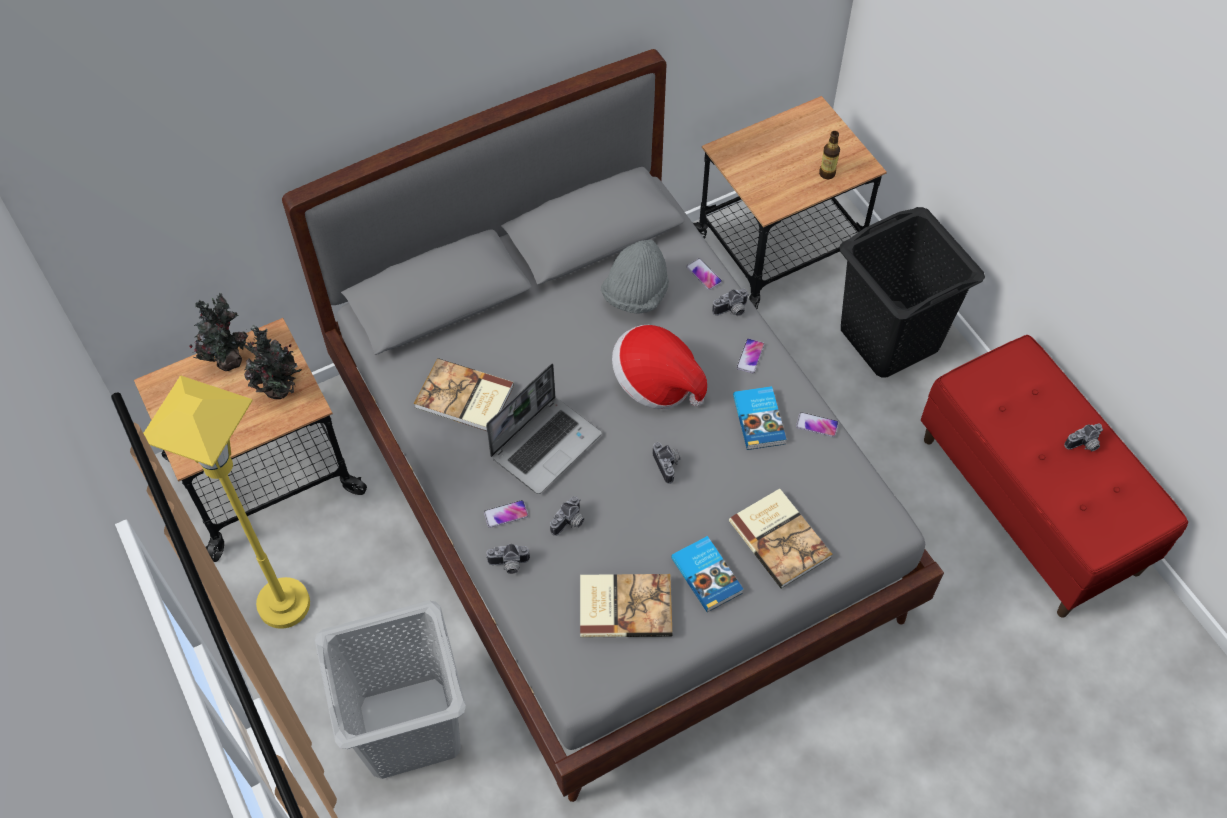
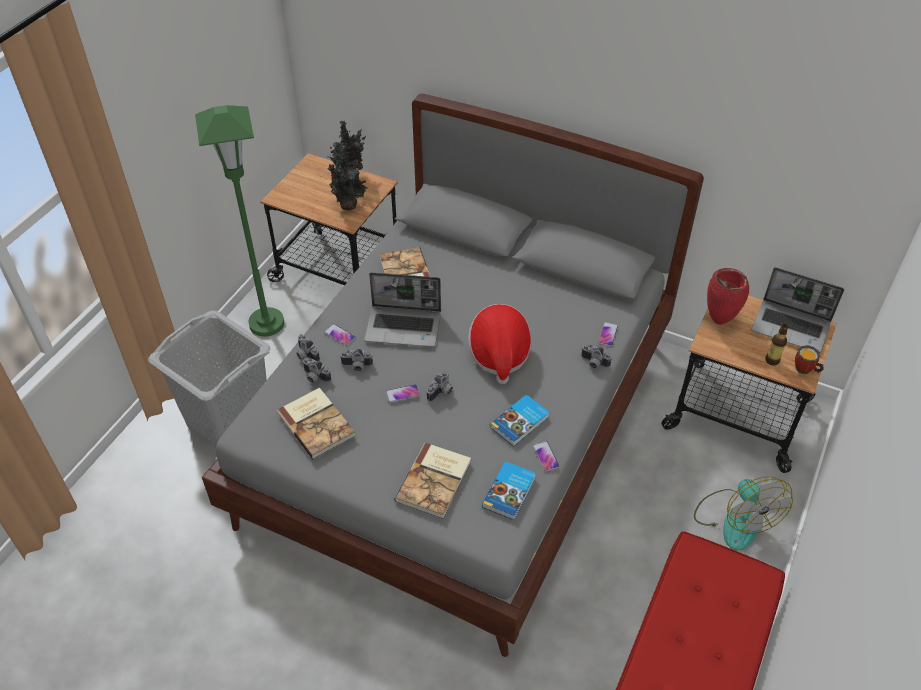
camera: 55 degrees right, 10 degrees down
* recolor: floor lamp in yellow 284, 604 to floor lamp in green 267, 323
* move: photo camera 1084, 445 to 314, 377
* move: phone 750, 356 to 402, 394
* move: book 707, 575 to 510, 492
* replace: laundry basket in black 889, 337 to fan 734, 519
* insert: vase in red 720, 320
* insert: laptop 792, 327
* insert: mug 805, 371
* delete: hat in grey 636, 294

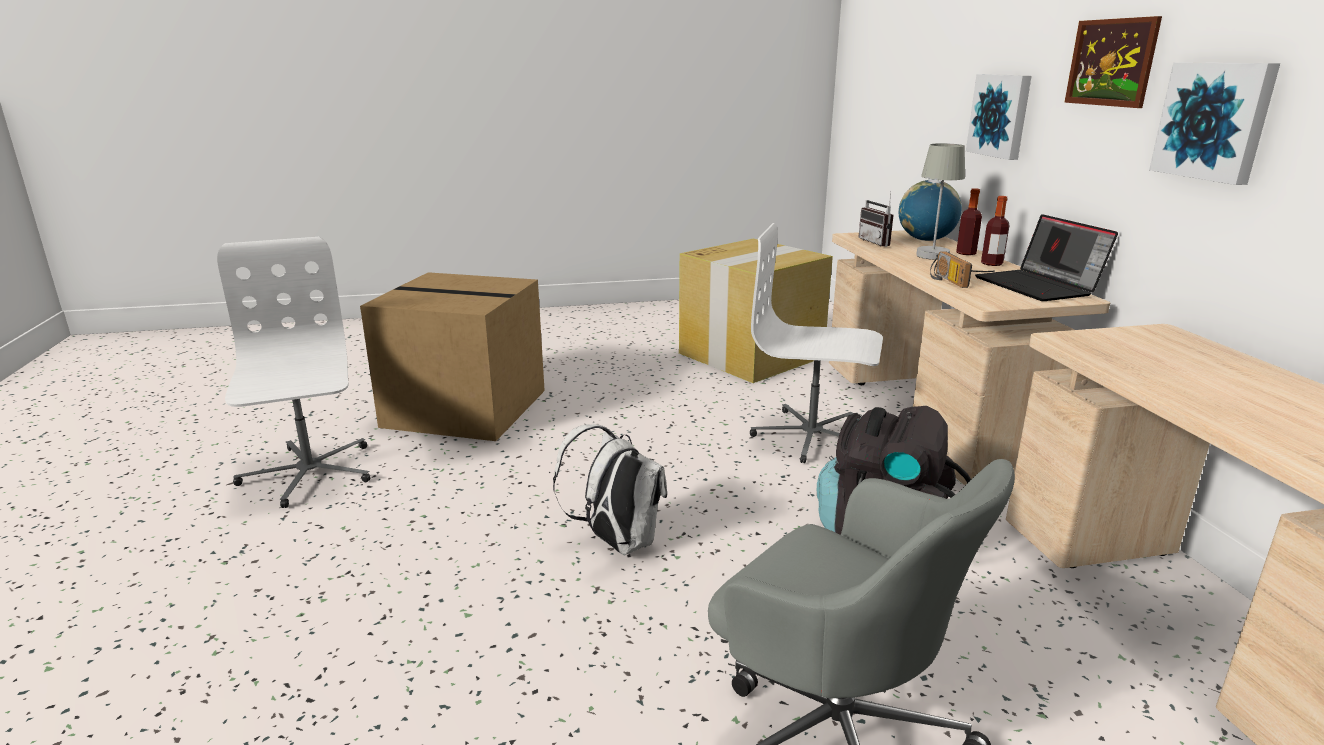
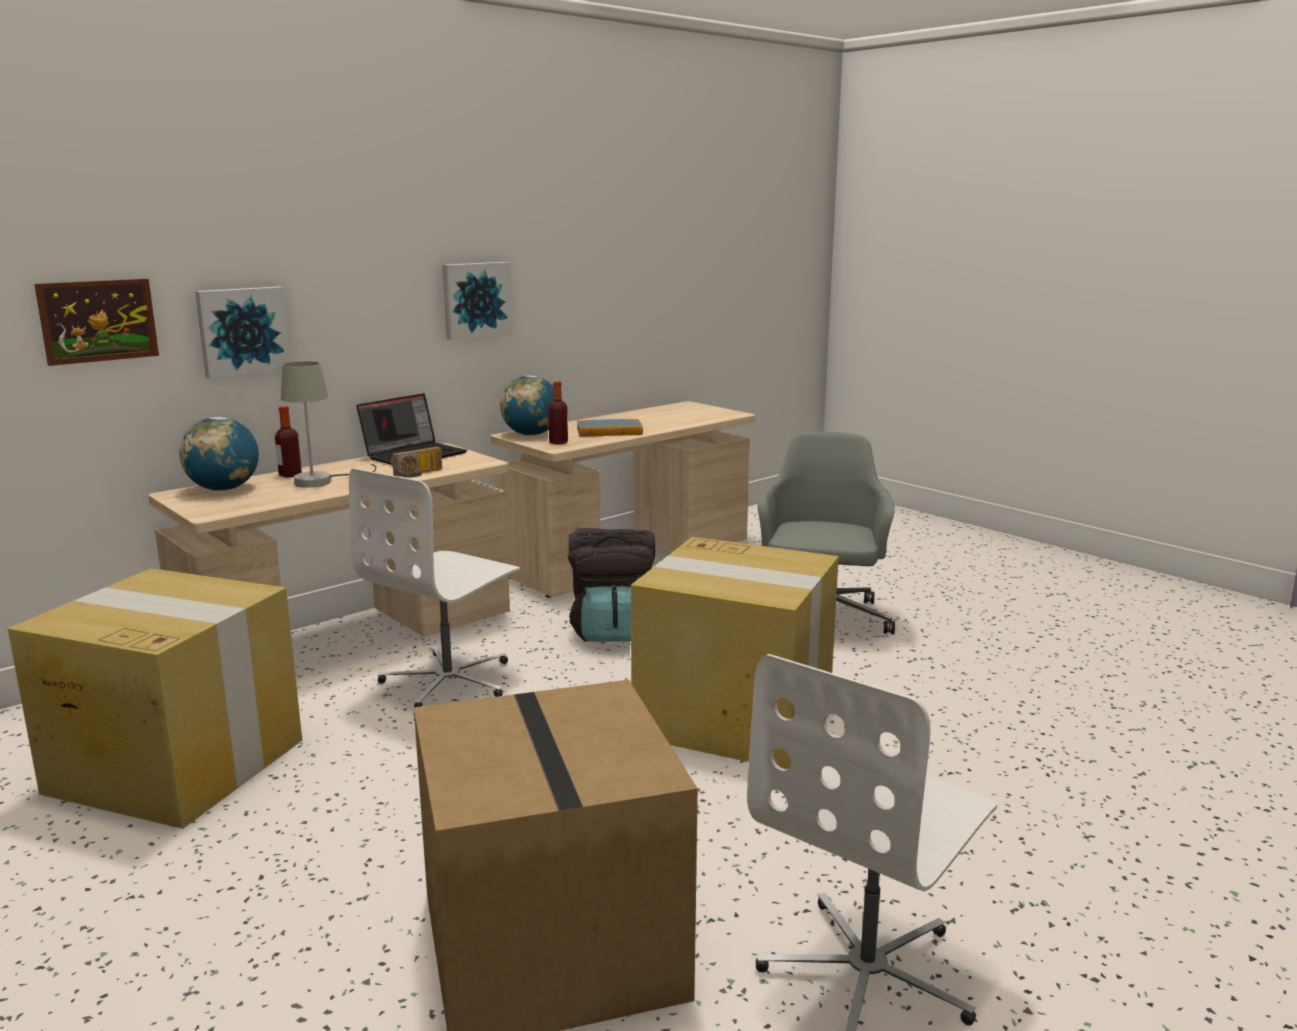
camera: 120 degrees left, 5 degrees down
* move: picture 1111, 62 to 98, 321
* rotate: office chair in white 811, 436 = 449, 681 45 degrees clockwise
* insert: globe 531, 434
* move: bottle 991, 263 to 558, 442
* insert: book 609, 431
* replace: backpack in white 616, 542 to cardboard box 737, 717
* delete: radio 878, 242

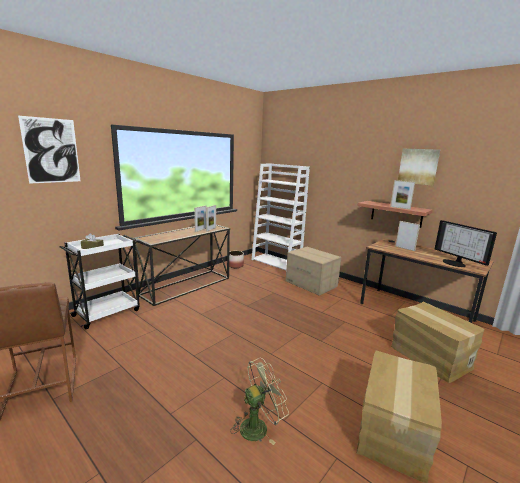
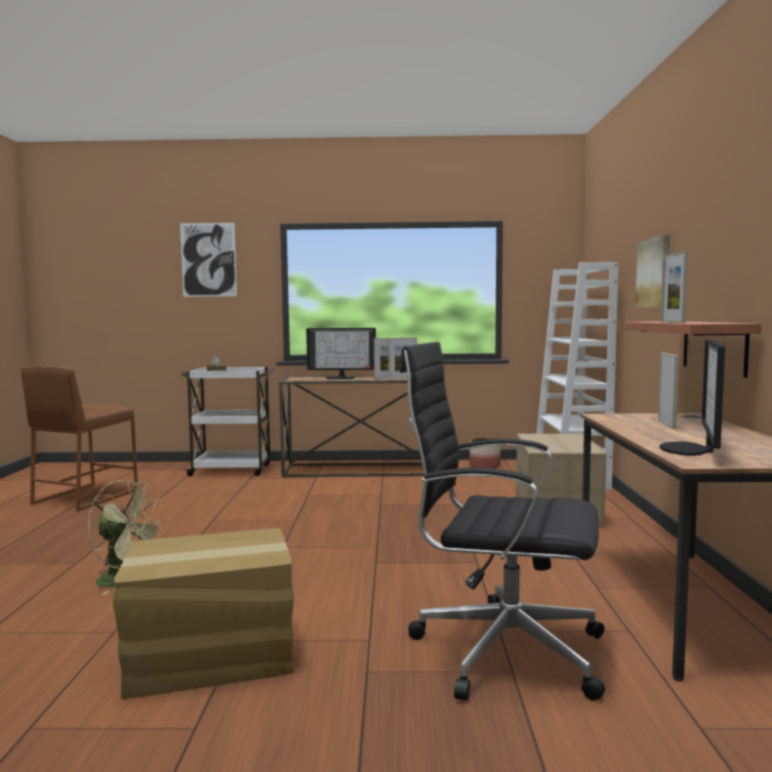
camera: 50 degrees right, 10 degrees down
* insert: monitor 341, 378
* replace: cardboard box 430, 357 to office chair in black 502, 650
* move: picture 418, 166 to 655, 273

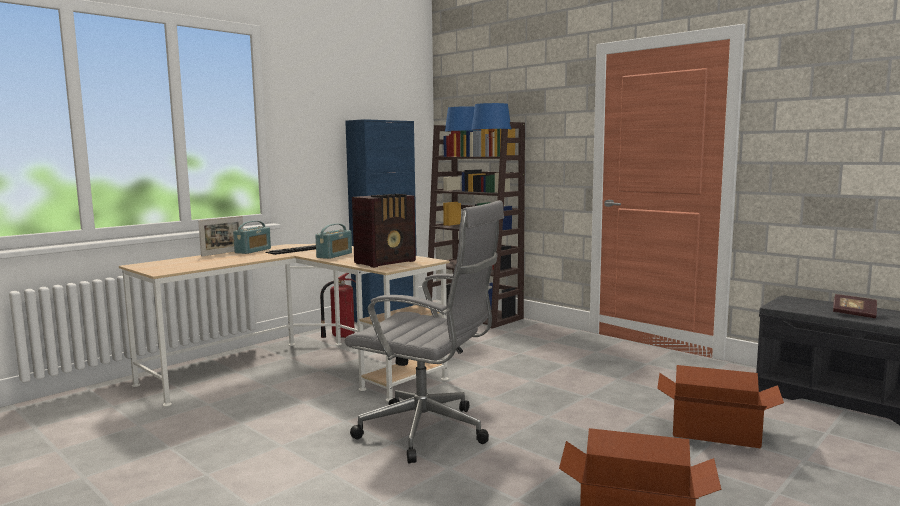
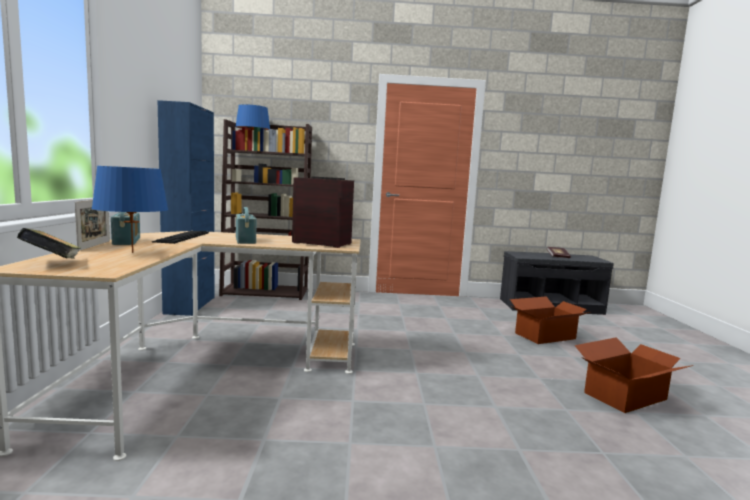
camera: 45 degrees left, 0 degrees up
* insert: book 53, 264
* move: table lamp in blue 491, 156 to 132, 252
* rotate: radio 387, 262 = 321, 243 75 degrees counterclockwise
* delete: fire extinguisher 341, 336
* delete: office chair in grey 429, 432

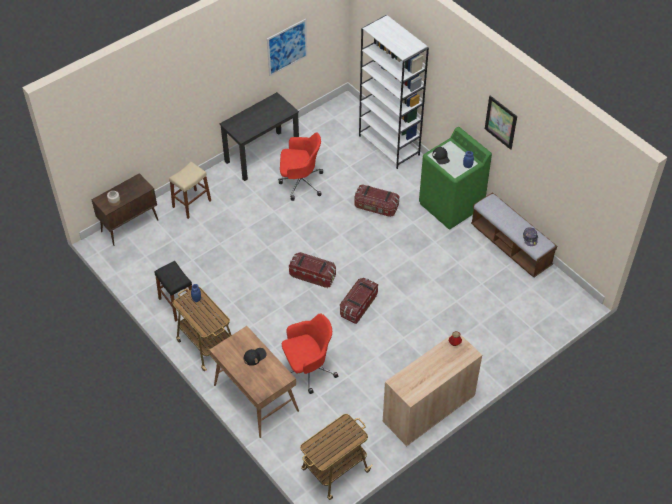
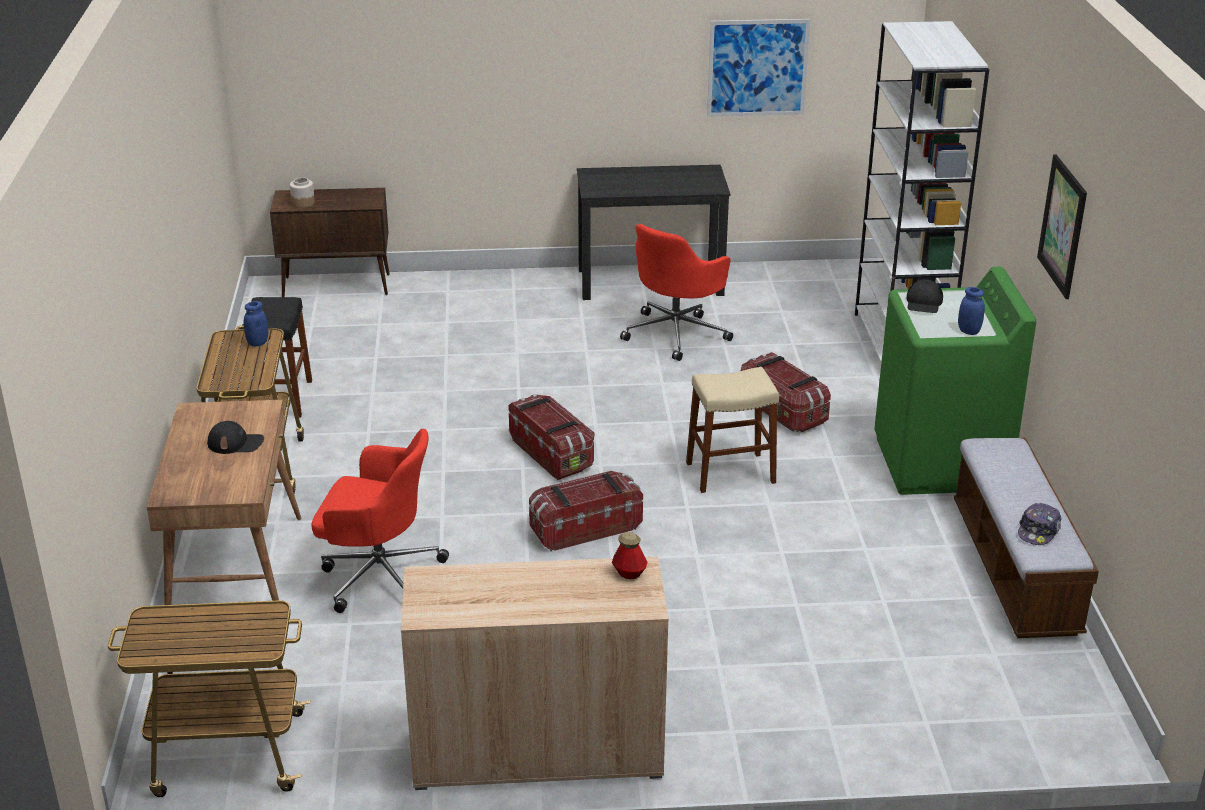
camera: 35 degrees right, 20 degrees down
* rotate: office chair in red 300, 182 = 676, 333 90 degrees clockwise
* move: stool in beige 191, 204 to 730, 473

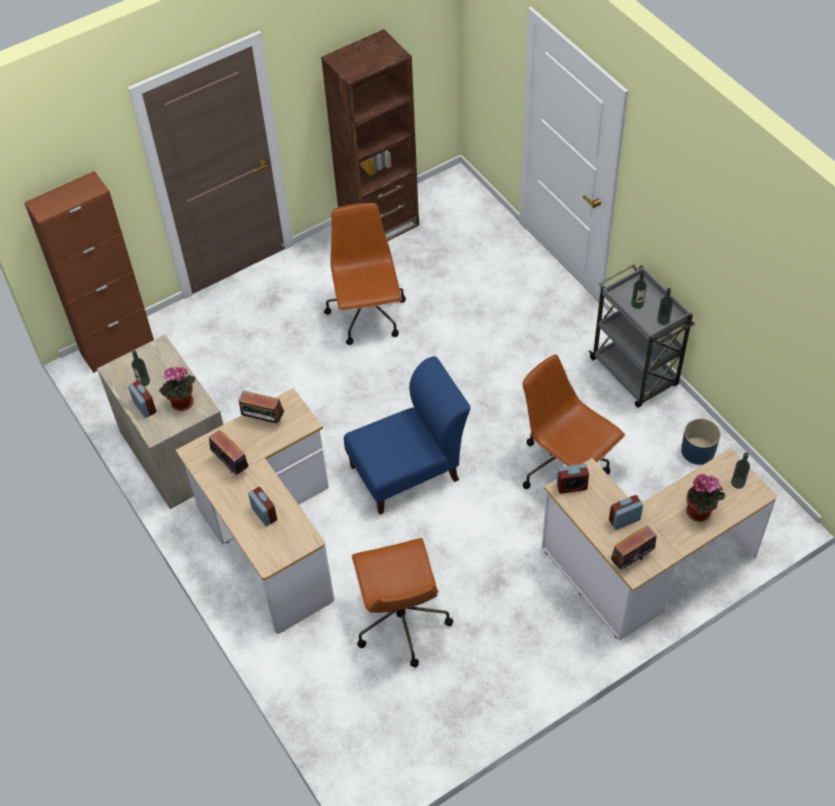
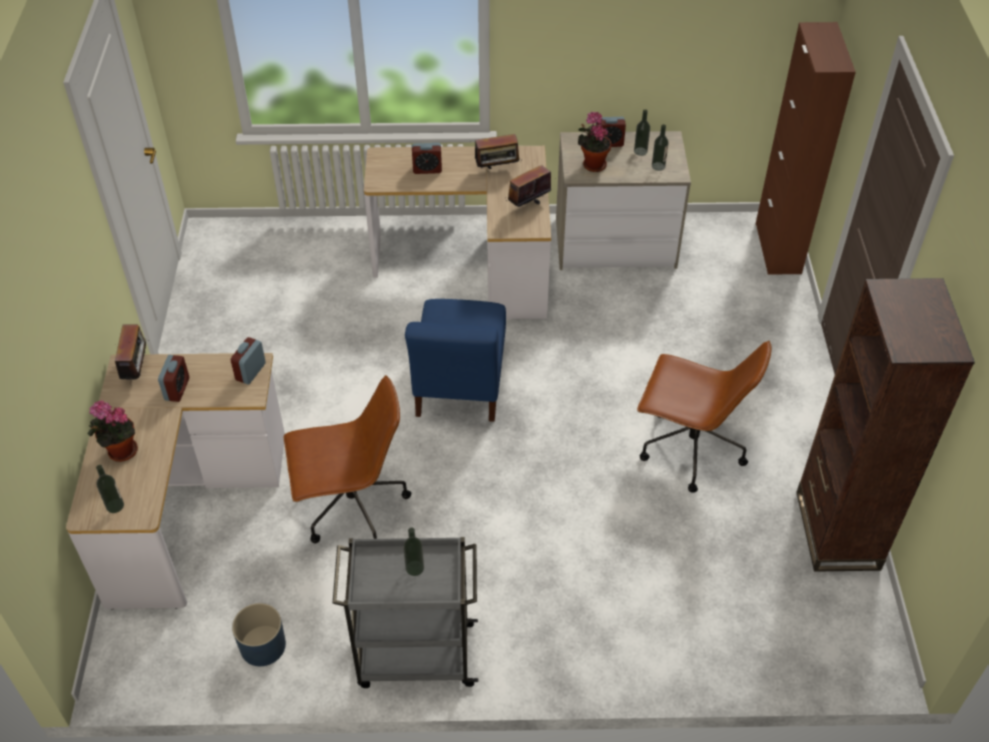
camera: 120 degrees right, 5 degrees down
* move: bottle 663, 320 to 658, 166
* delete: office chair in brown 401, 621

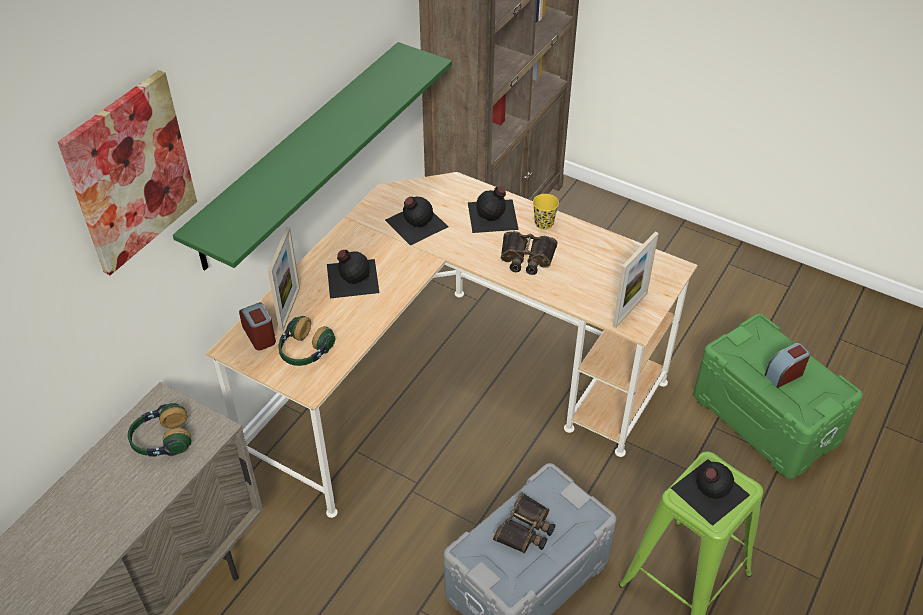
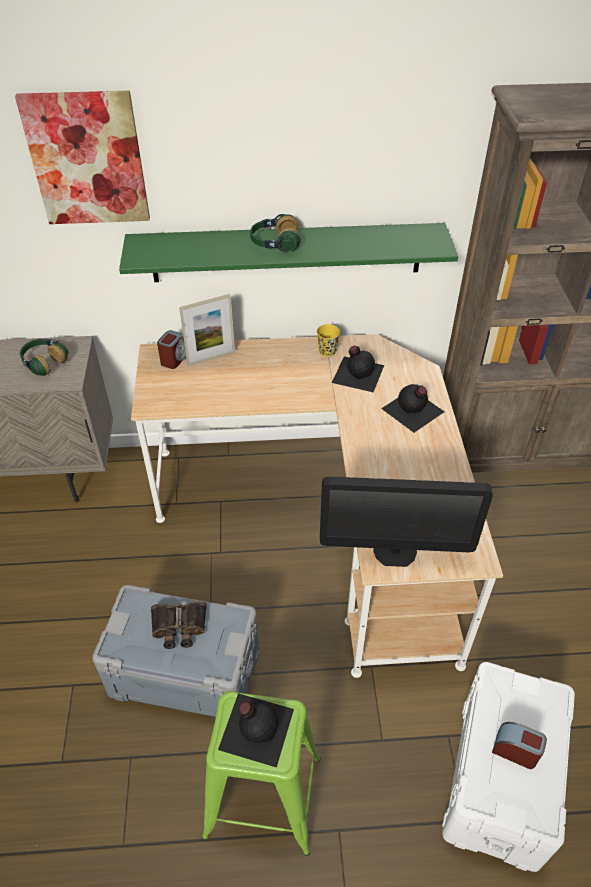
camera: 55 degrees right, 0 degrees up
* move: headphones 305, 351 to 275, 244
* move: cup in yellow 544, 223 to 327, 351
* replace: picture frame 630, 309 to monitor 394, 551
* recolor: storage box in green 764, 419 to storage box in white 498, 778
* delete: bottle in black 351, 277
* delete: binoculars 526, 258

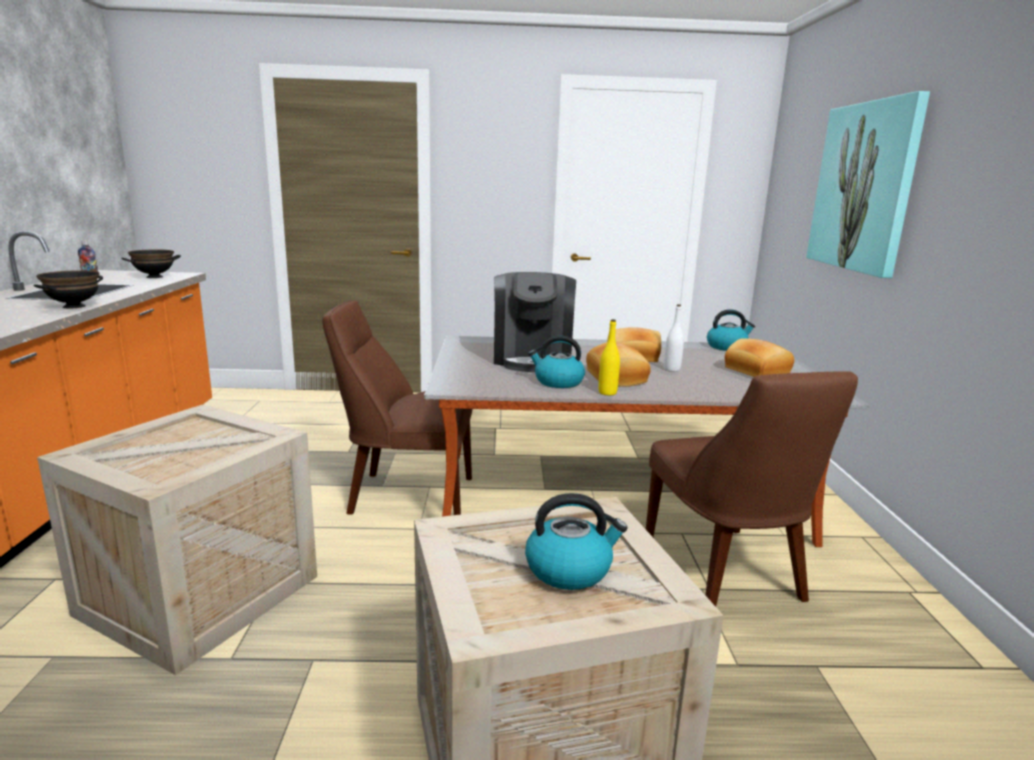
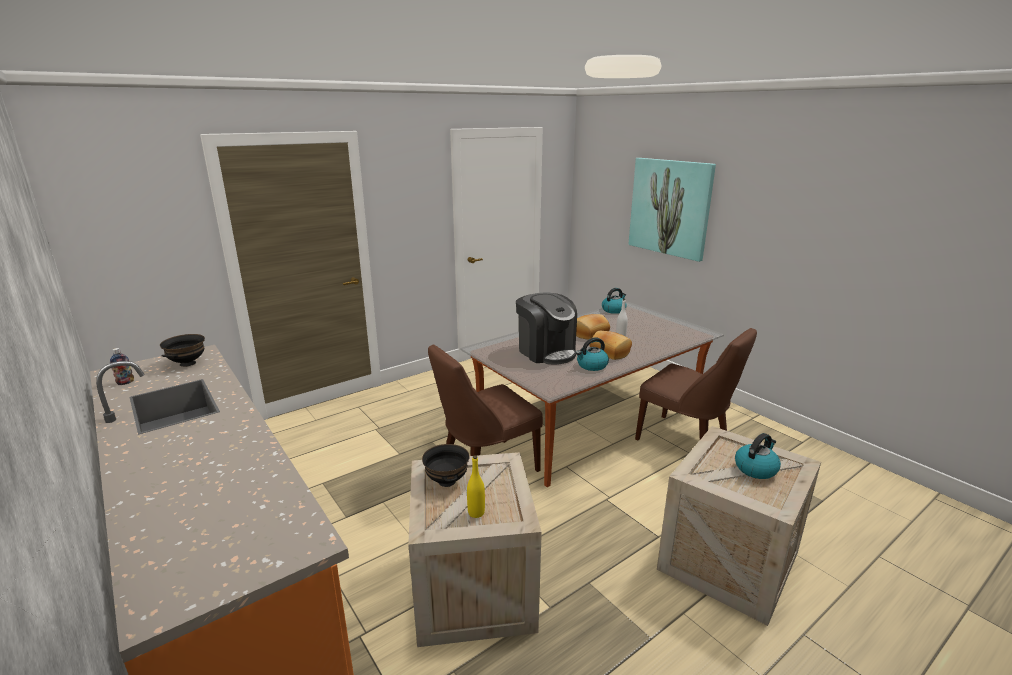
camera: 35 degrees left, 5 degrees up
* move: bowl in black 74, 306 to 446, 481
* move: bottle in yellow 607, 392 to 476, 513
* delete: bread 755, 372

